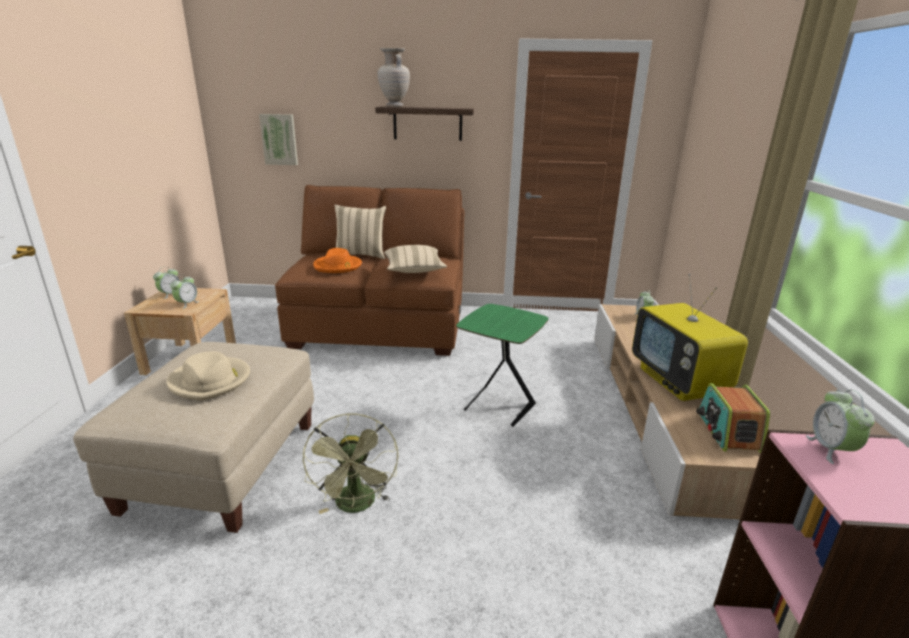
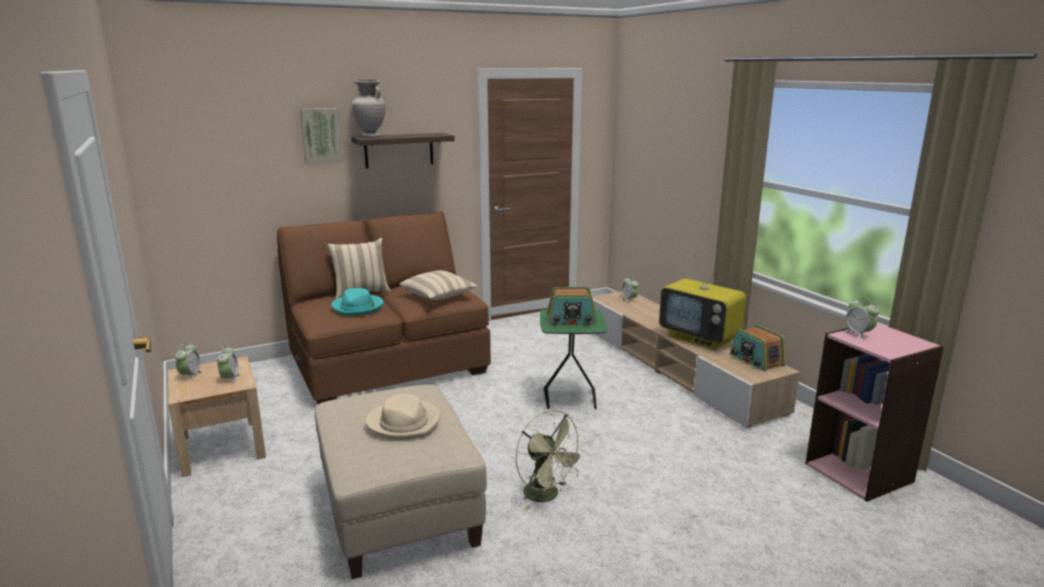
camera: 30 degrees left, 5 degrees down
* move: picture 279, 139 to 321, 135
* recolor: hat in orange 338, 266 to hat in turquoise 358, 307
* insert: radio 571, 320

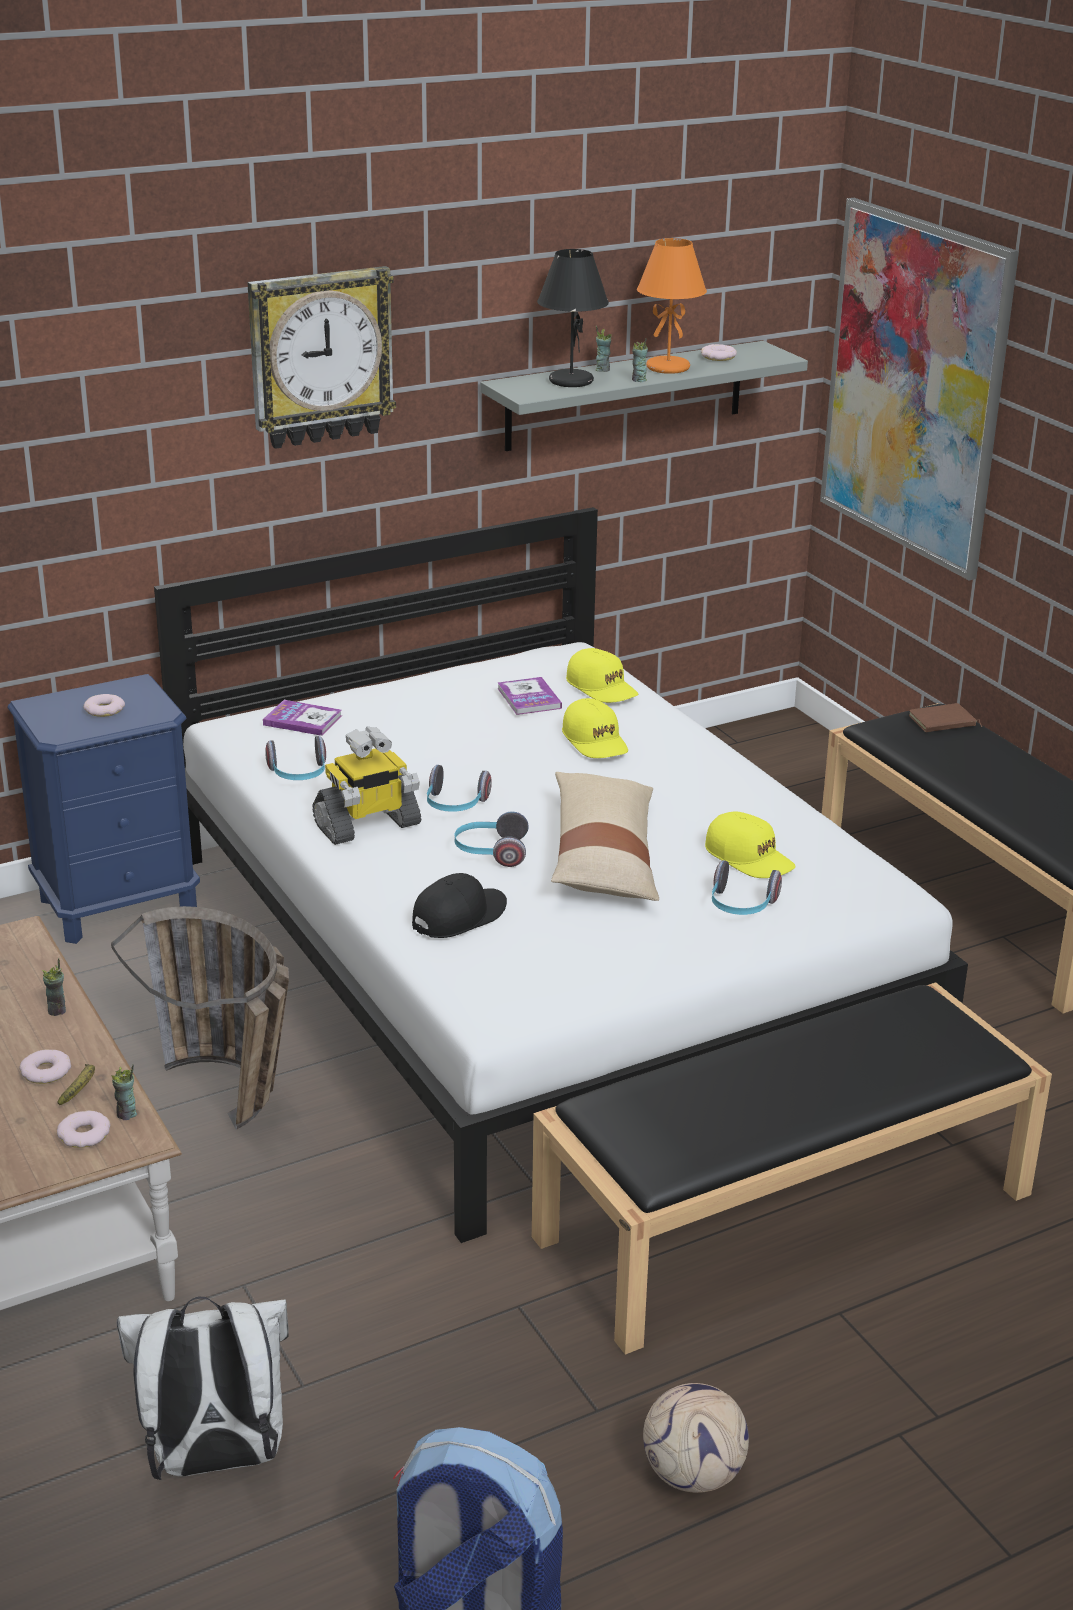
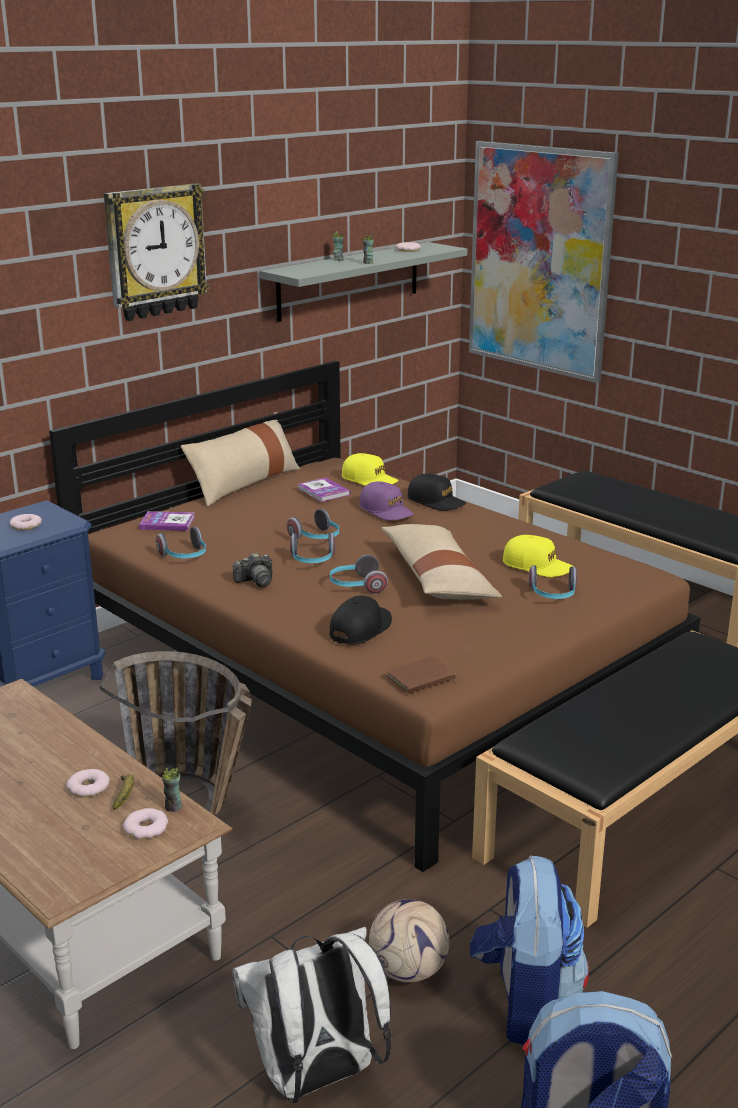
camera: 15 degrees left, 5 degrees down
* recolor: bed in white 536, 957 to bed in brown 370, 670
* insert: pillow in beige 244, 484
* replace: toy robot 367, 825 to photo camera 256, 581
* insert: headphones 317, 538
* recolor: cap in yellow 595, 741 to cap in purple 386, 511
* move: football 694, 1474 to 410, 971
* move: book in brown 942, 722 to 422, 680
* insert: cap in black 436, 501
* insert: backpack 525, 1003
* delete: cup 57, 1010
* delete: table lamp in black 570, 381
* delete: table lamp in orange 668, 367

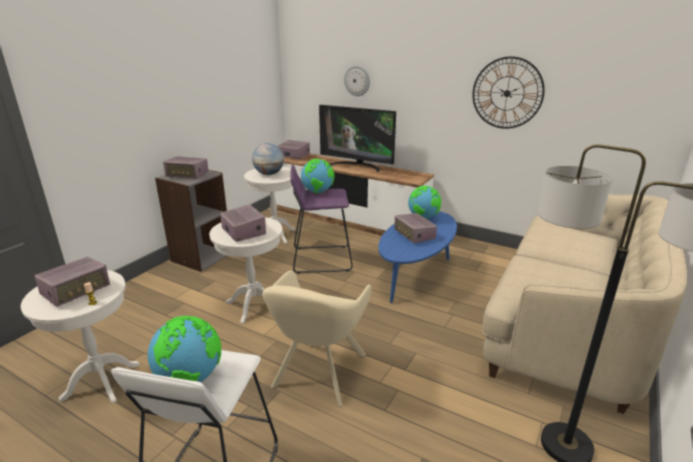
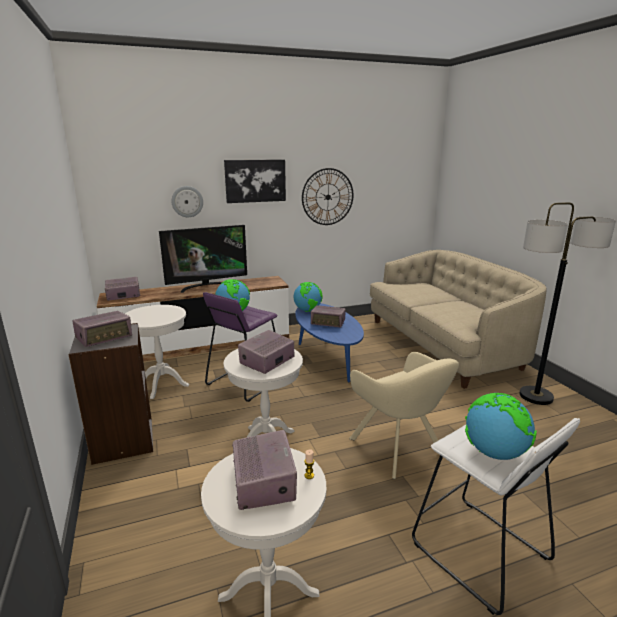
camera: 50 degrees left, 5 degrees down
* insert: picture 255, 181
* rotate: radio 244, 232 = 266, 361 60 degrees counterclockwise
* delete: globe 269, 174

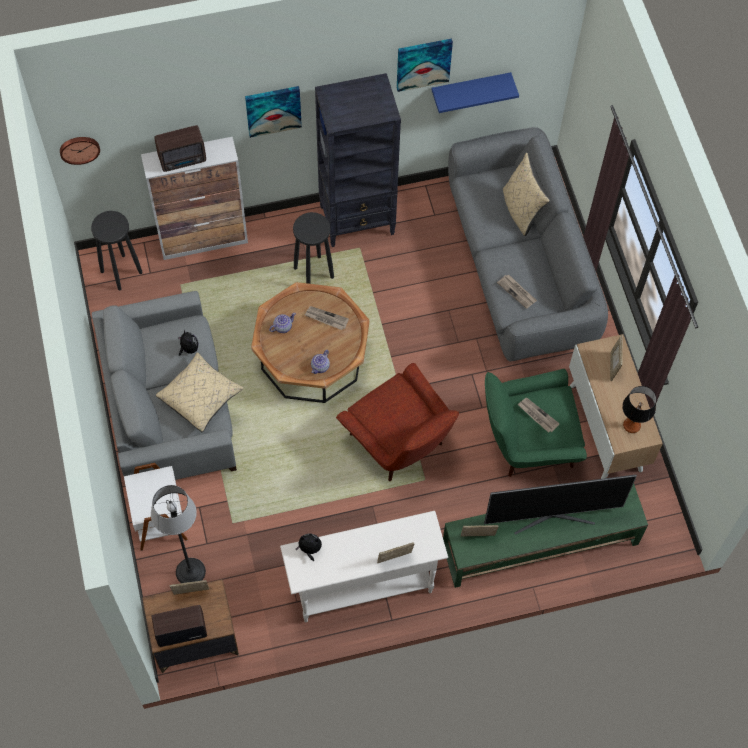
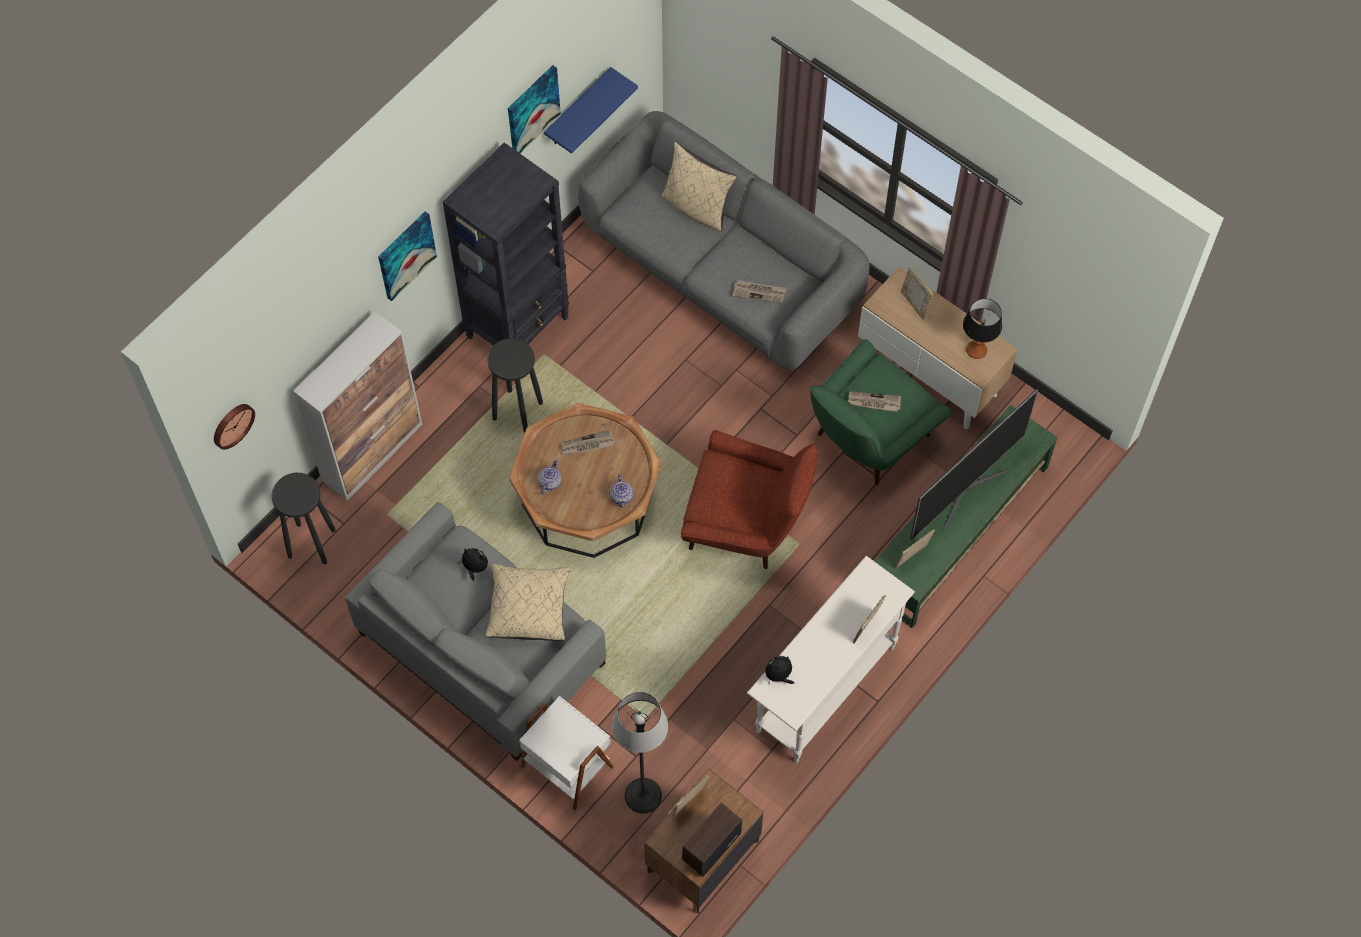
camera: 35 degrees left, 0 degrees up
* delete: radio 183, 160

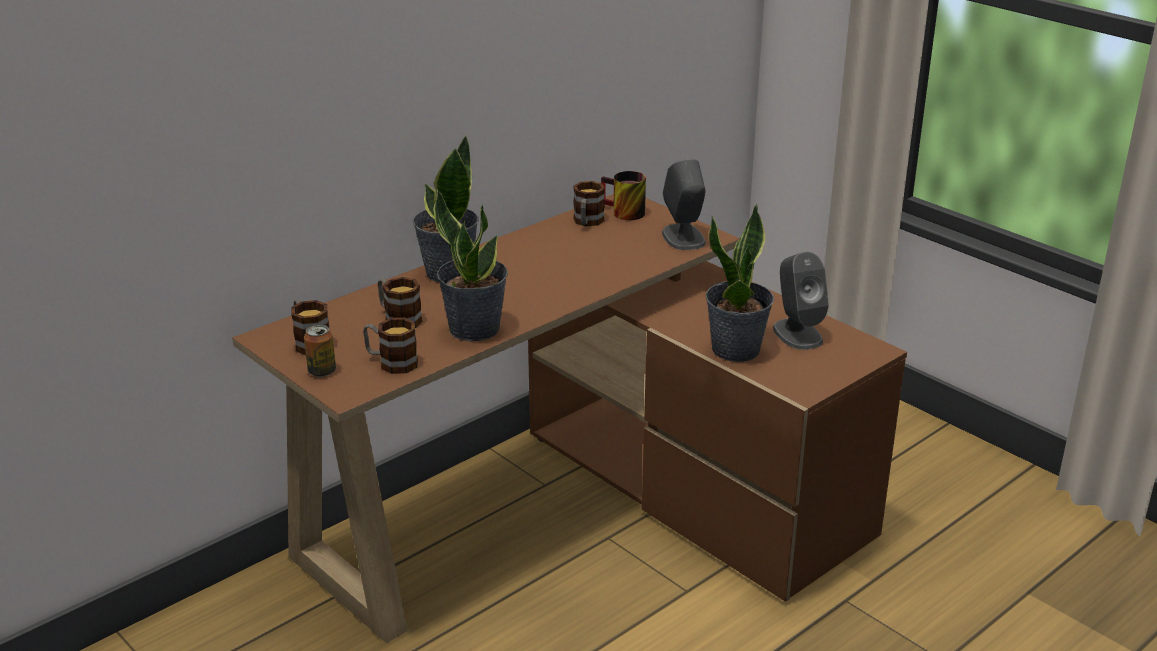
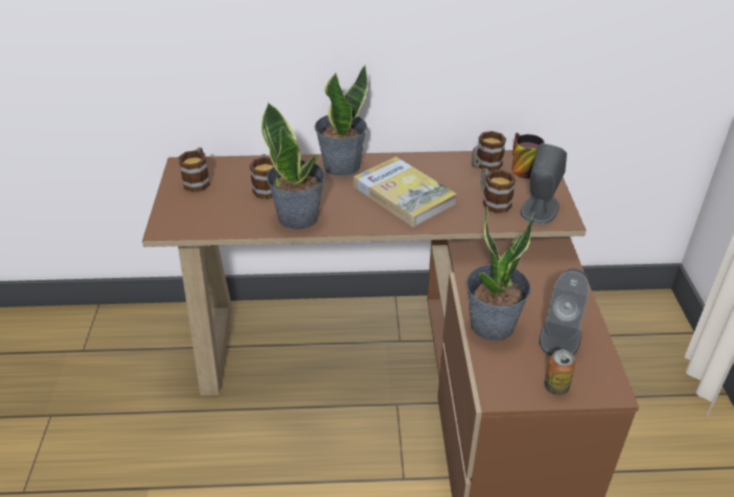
camera: 40 degrees right, 10 degrees up
* insert: book 403, 195
* move: mug 391, 362 to 493, 201
* move: can 322, 371 to 556, 387

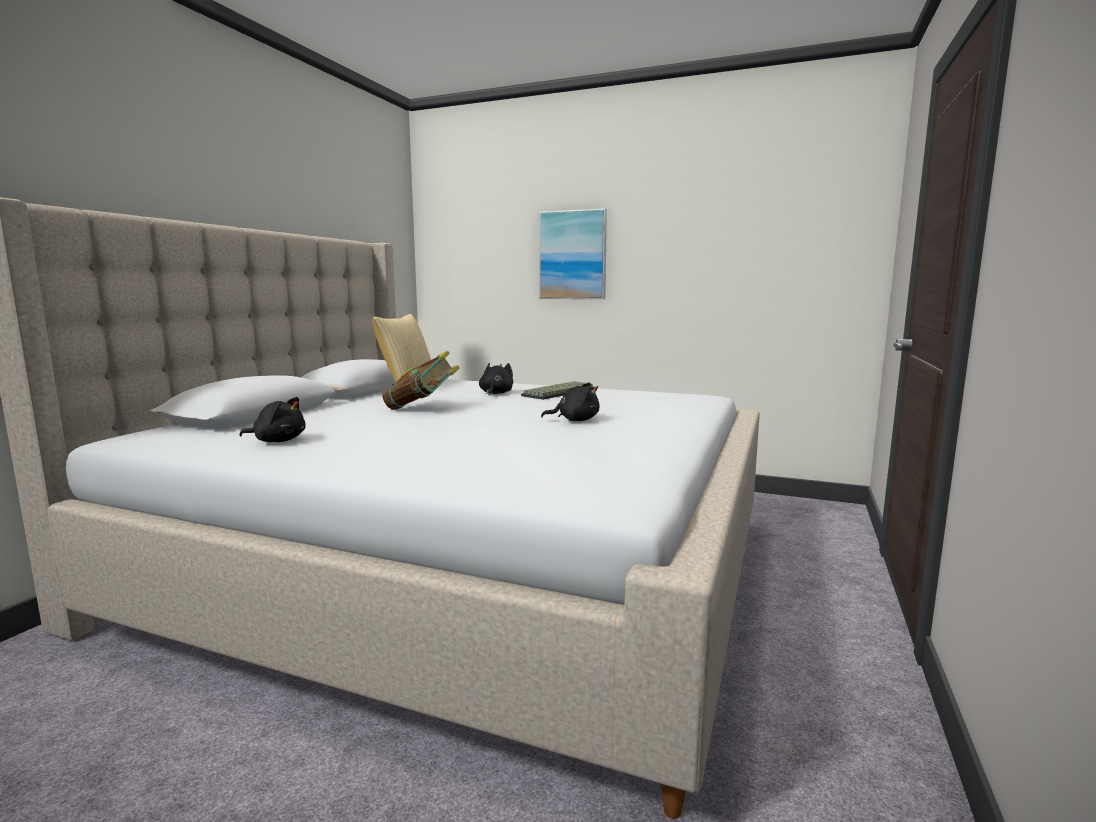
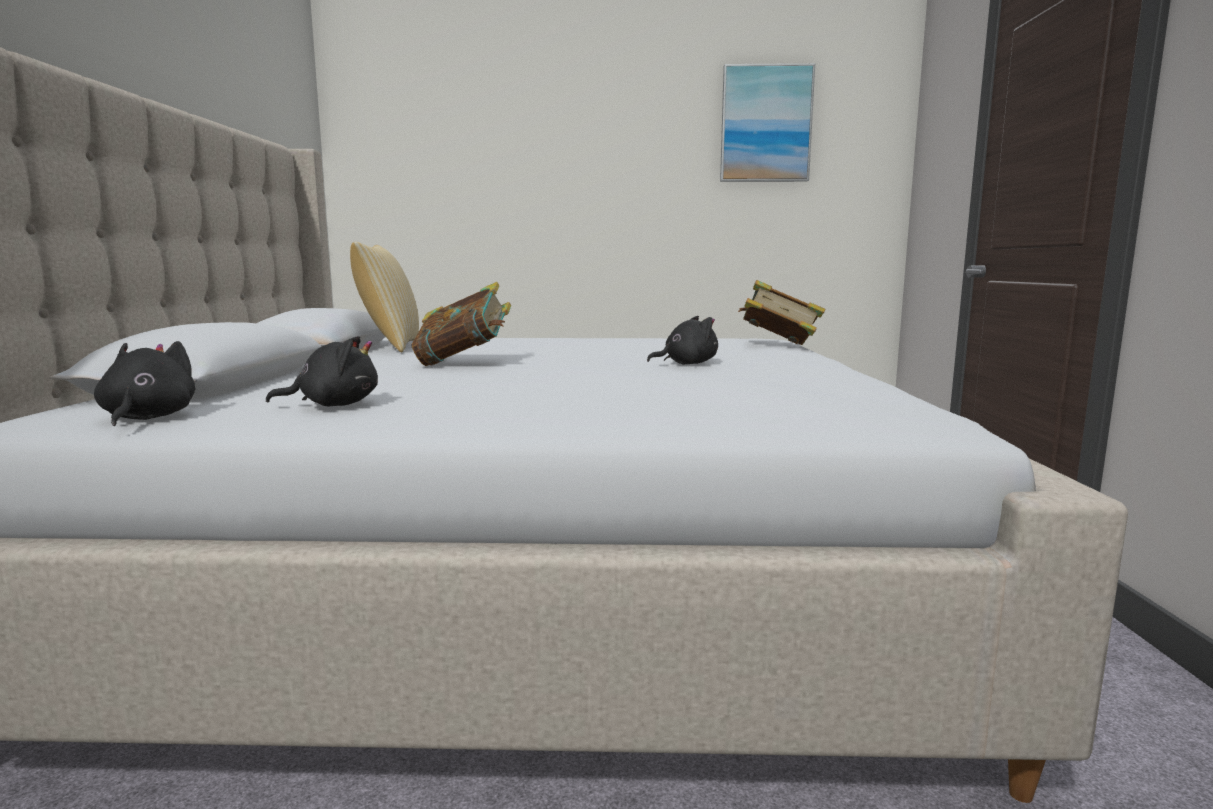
camera: 20 degrees left, 0 degrees up
* move: plush toy in black 495, 393 to 147, 418
* move: picture 572, 255 to 765, 124
* insert: book 777, 346
* delete: keyboard 559, 392

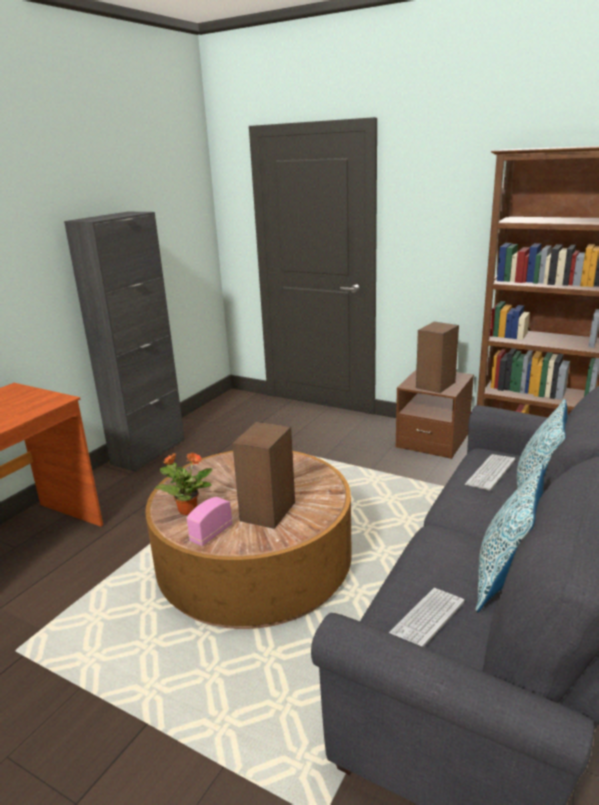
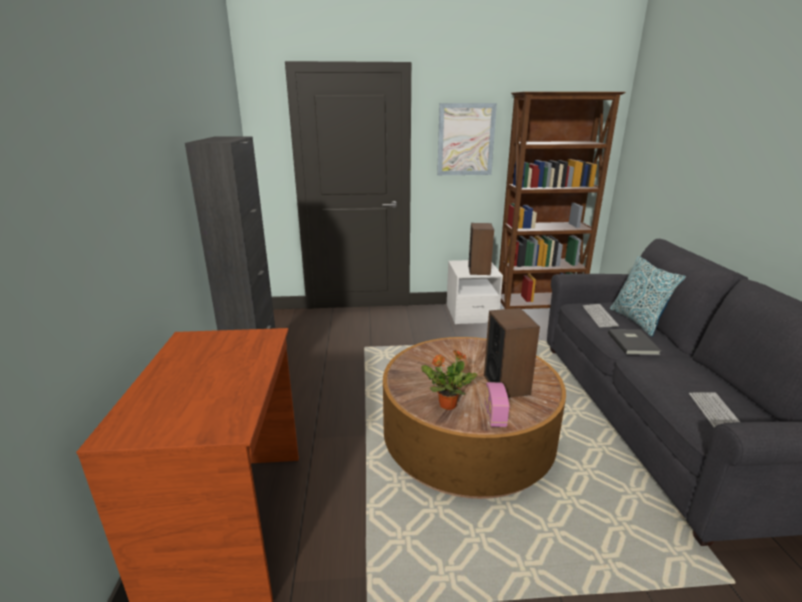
camera: 35 degrees left, 0 degrees up
* insert: picture 466, 140
* recolor: nightstand in brown 433, 440 to nightstand in white 471, 314
* insert: book in grey 634, 343
* delete: pillow 504, 578

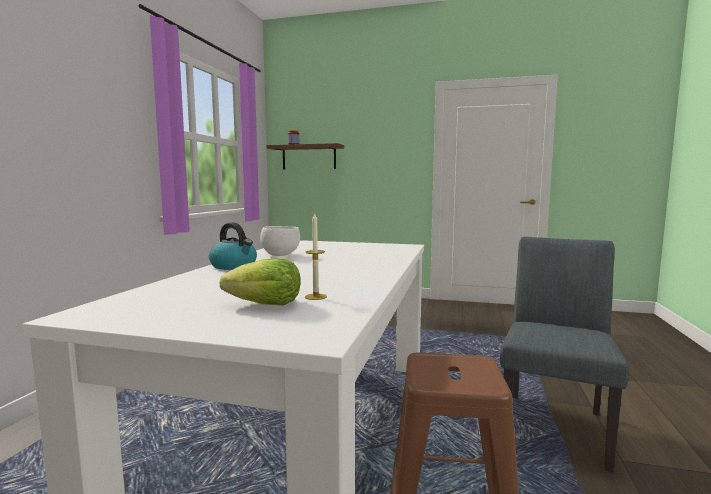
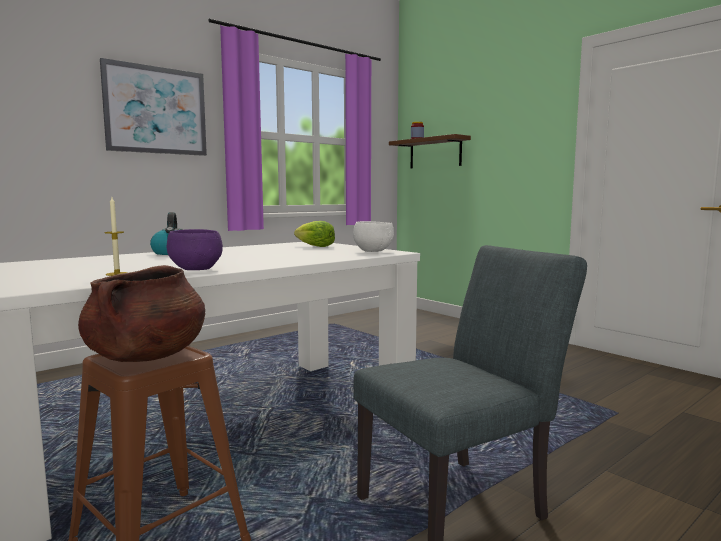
camera: 35 degrees right, 0 degrees up
* insert: cooking pot in brown 146, 356
* insert: picture 156, 110
* insert: bowl in purple 197, 269
* move: lettuce 266, 304 to 315, 246
* move: bowl in white 280, 255 to 373, 251

